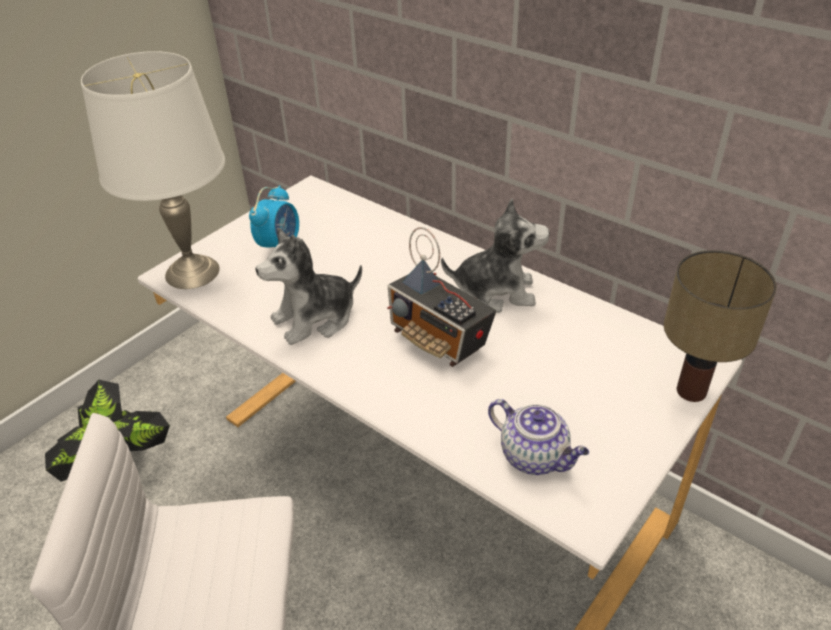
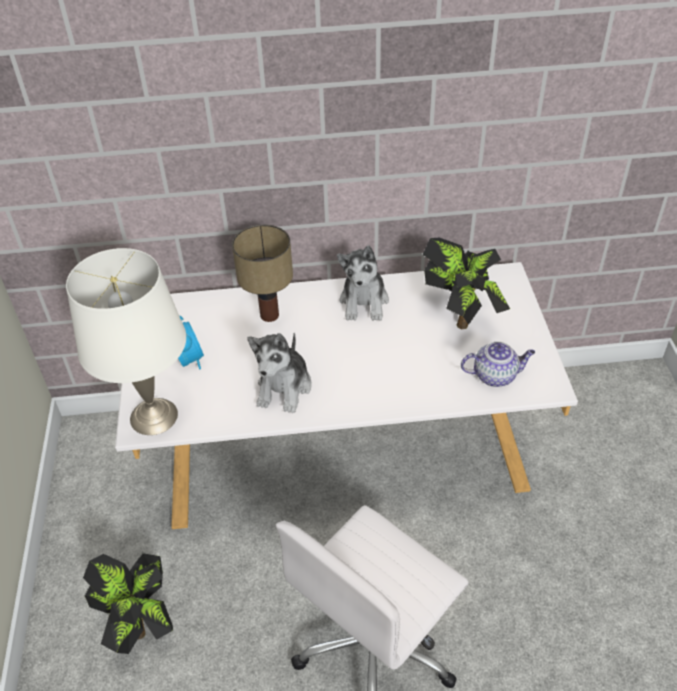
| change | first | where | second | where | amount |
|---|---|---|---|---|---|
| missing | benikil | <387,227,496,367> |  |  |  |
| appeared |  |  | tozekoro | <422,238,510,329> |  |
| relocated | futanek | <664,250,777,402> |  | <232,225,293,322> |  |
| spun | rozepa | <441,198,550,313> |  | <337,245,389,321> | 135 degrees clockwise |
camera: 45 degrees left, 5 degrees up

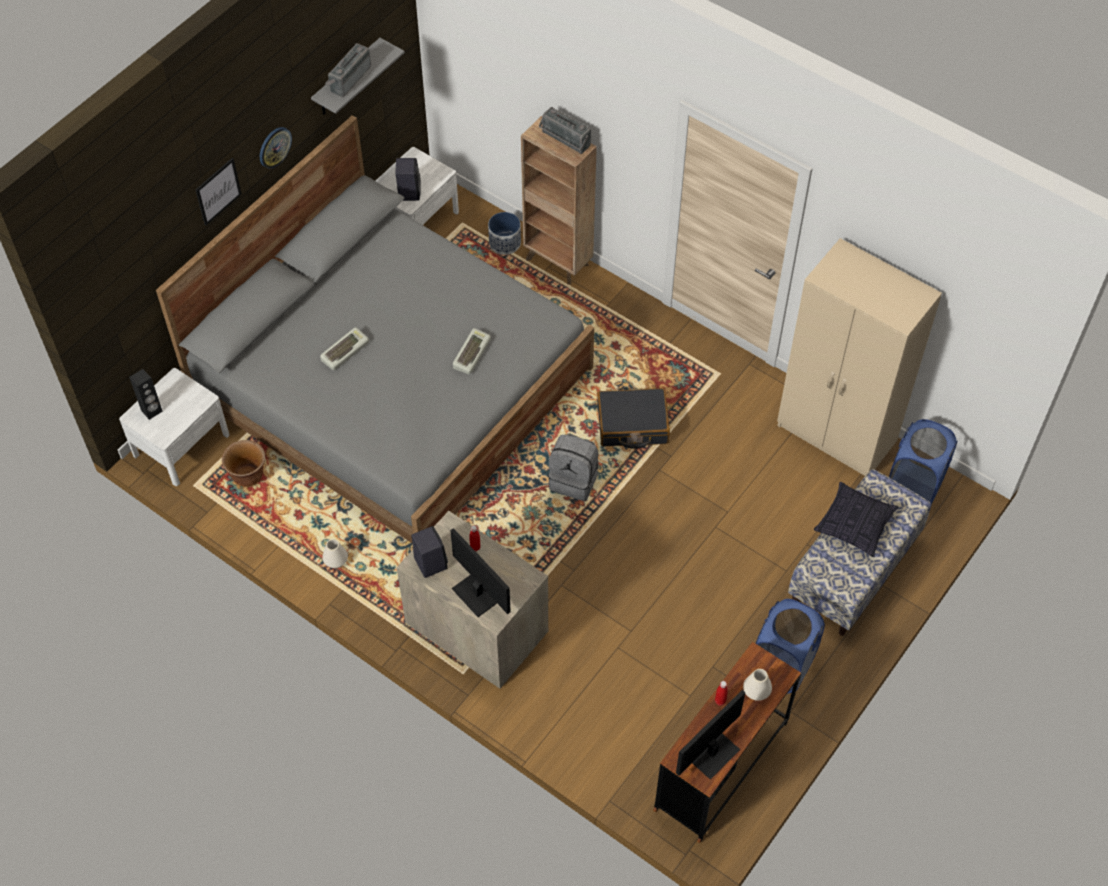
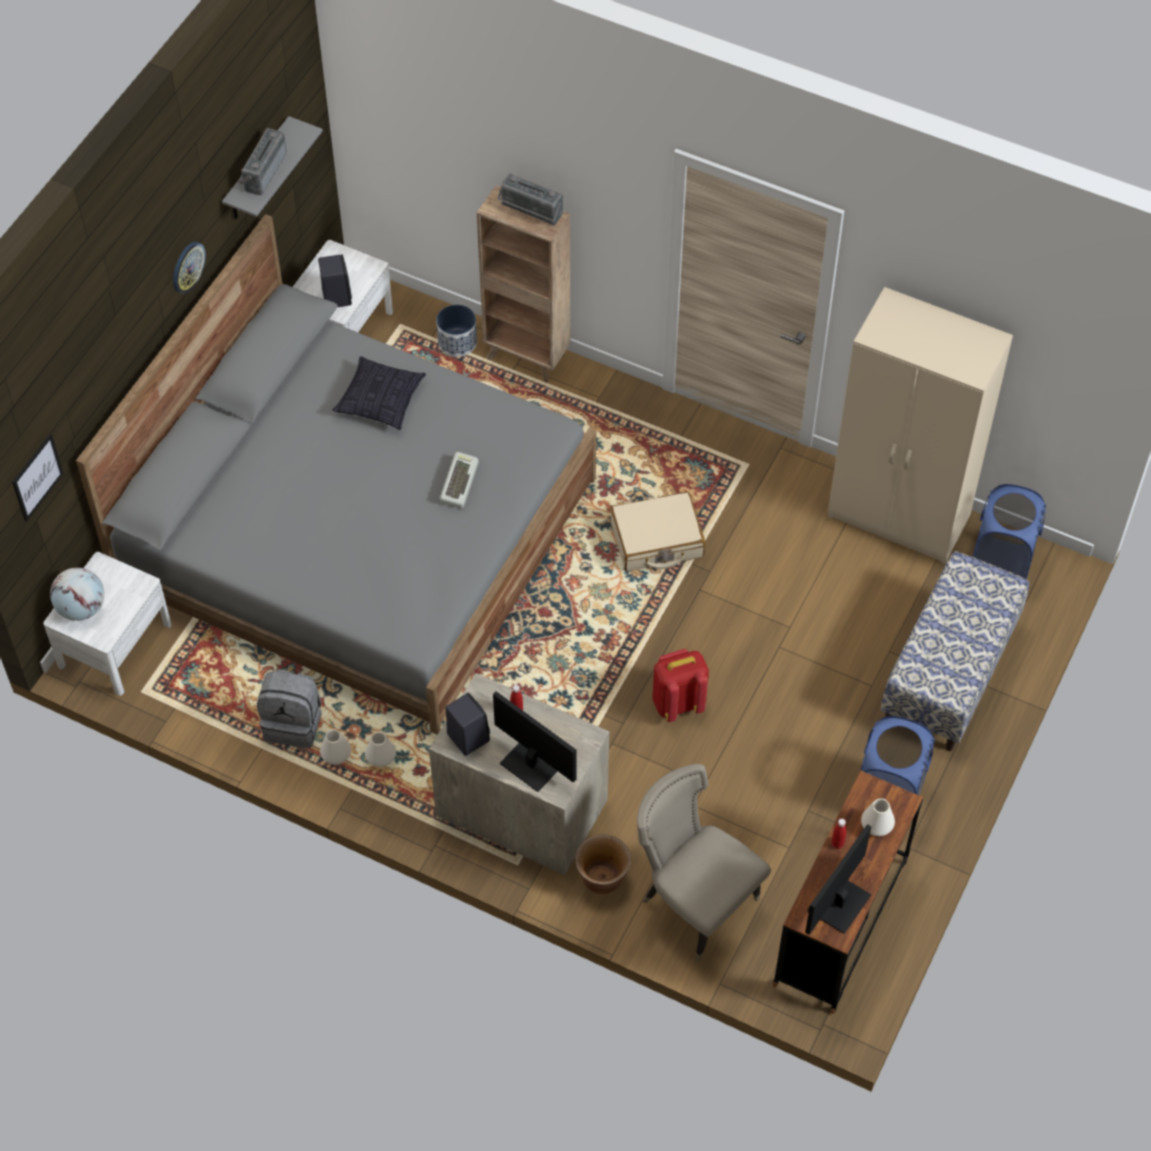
| change | first | where | second | where | amount |
|---|---|---|---|---|---|
| missing | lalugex | <320,327,369,370> |  |  |  |
| appeared |  |  | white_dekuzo | <365,732,396,767> |  |
| appeared |  |  | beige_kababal | <637,764,771,962> |  |
| appeared |  |  | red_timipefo | <652,649,709,722> |  |
| relocated | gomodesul | <196,158,242,226> |  | <12,434,63,521> |  |
| relocated | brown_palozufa | <222,440,265,487> |  | <575,834,632,894> |  |
| relocated | grey_timipefo | <548,434,599,501> |  | <257,669,322,748> |  |
| relocated | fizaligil | <814,482,898,557> |  | <333,356,426,430> |  |
| exchanged | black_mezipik | <129,369,163,420> | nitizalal | <50,568,104,621> |  |
| colour | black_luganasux | <597,388,670,449> | beige_luganasux | <610,492,705,571> |  |
camera: 10 degrees left, 0 degrees up

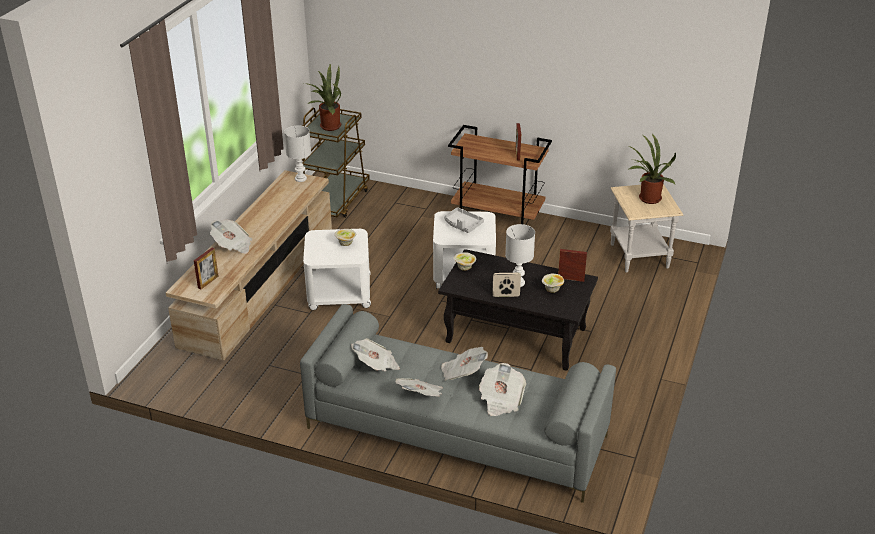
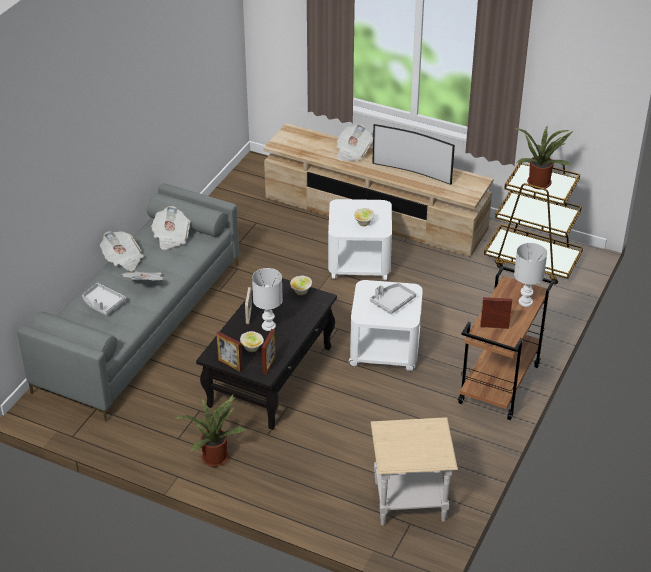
| change | first | where | second | where | amount |
|---|---|---|---|---|---|
| appeared |  |  | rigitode | <372,124,455,185> |  |
| relocated | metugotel | <194,248,219,290> |  | <216,332,243,372> |  |
| relocated | white_futanek | <284,126,311,182> |  | <514,243,547,307> |  |
| relocated | tozekoro | <628,134,676,204> |  | <174,393,248,467> |  |
| exchanged | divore | <479,363,526,416> | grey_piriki | <82,283,126,315> |  |
camera: 95 degrees right, 5 degrees up

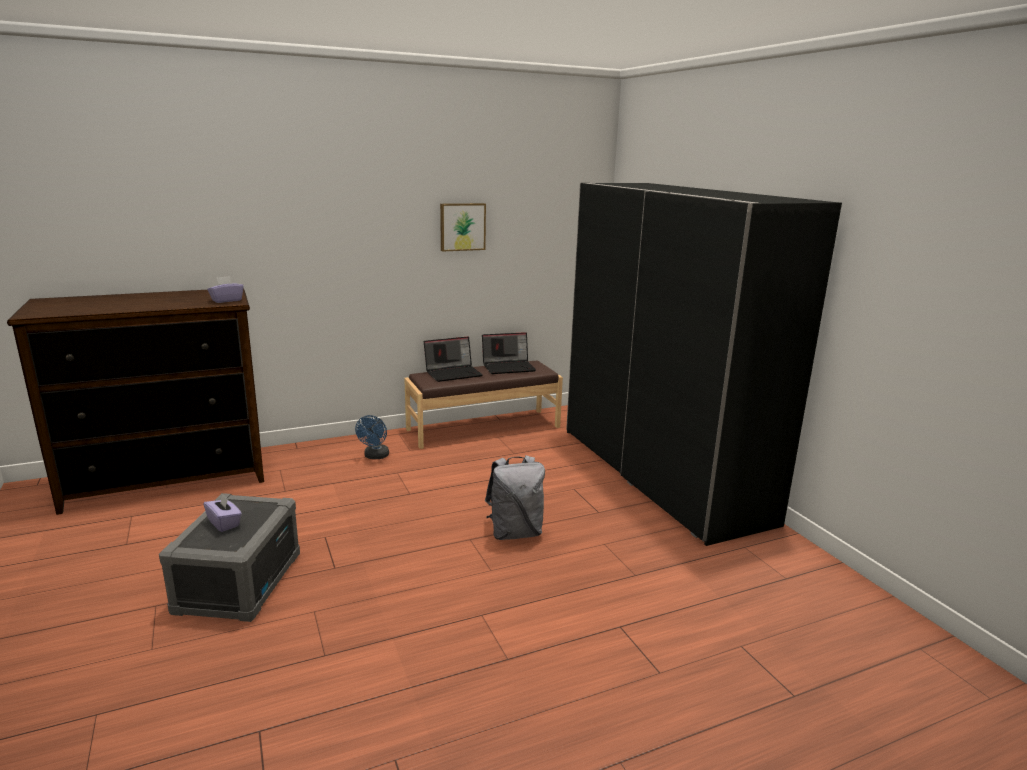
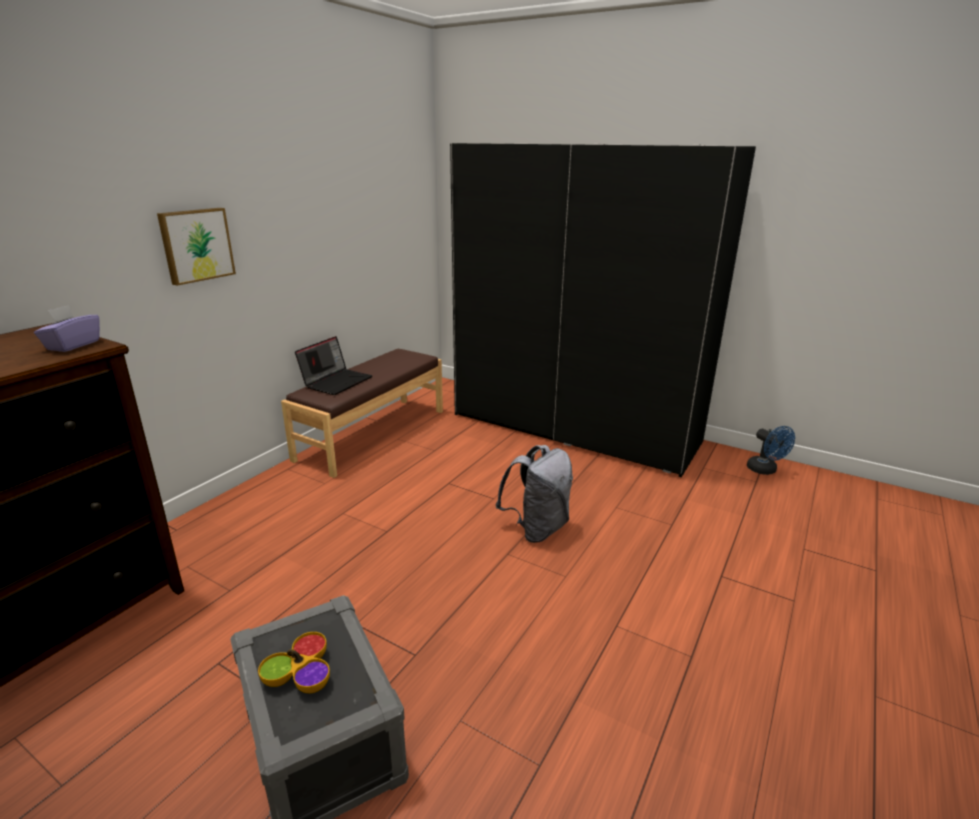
| change | first | where | second | where | amount |
|---|---|---|---|---|---|
| missing | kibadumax | <482,332,536,374> |  |  |  |
| relocated | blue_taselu | <355,415,389,459> |  | <747,426,795,475> |  |
| relocated | gomodesul | <440,203,486,251> |  | <157,208,236,286> |  |
| exchanged | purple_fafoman | <204,493,242,532> | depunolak | <258,632,330,693> |  |
camera: 35 degrees left, 5 degrees up

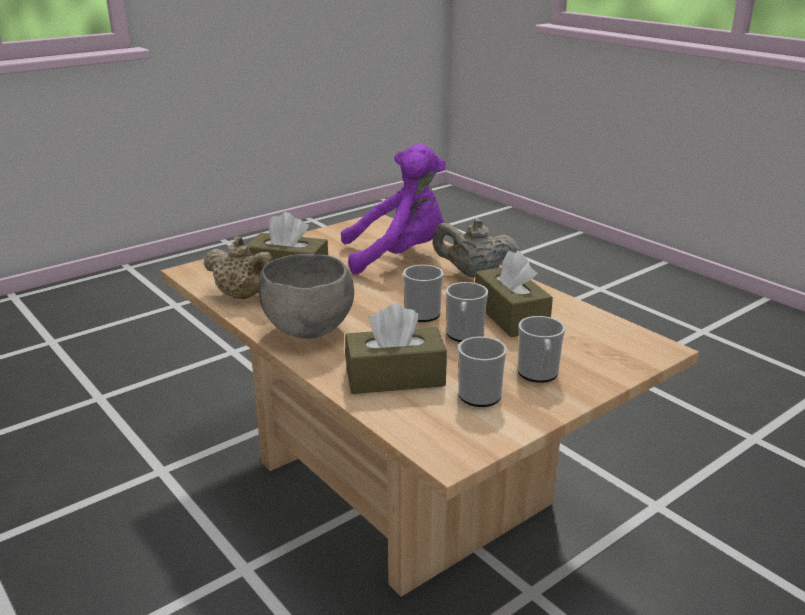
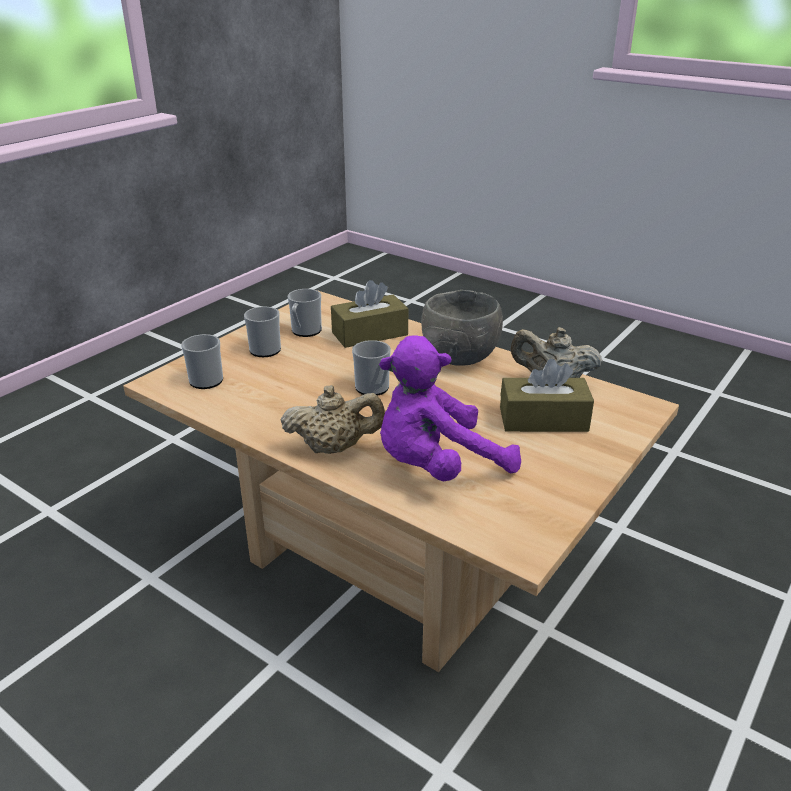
| change | first | where | second | where | amount |
|---|---|---|---|---|---|
| missing | brown_fafoman | <475,250,553,337> |  |  |  |
| relocated | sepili | <446,282,488,342> |  | <181,334,223,389> |  |
camera: 165 degrees right, 5 degrees up

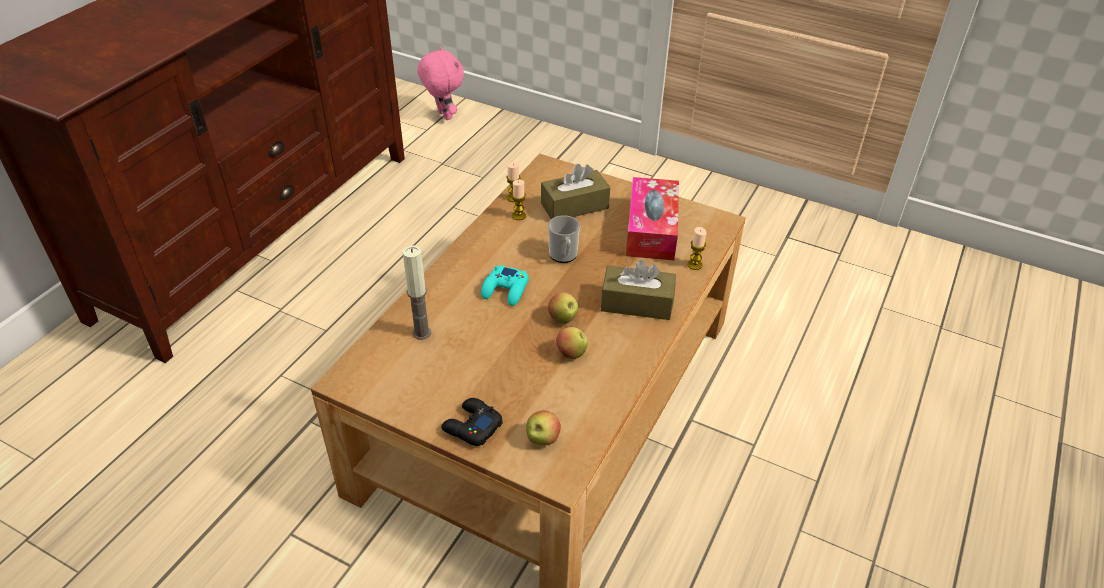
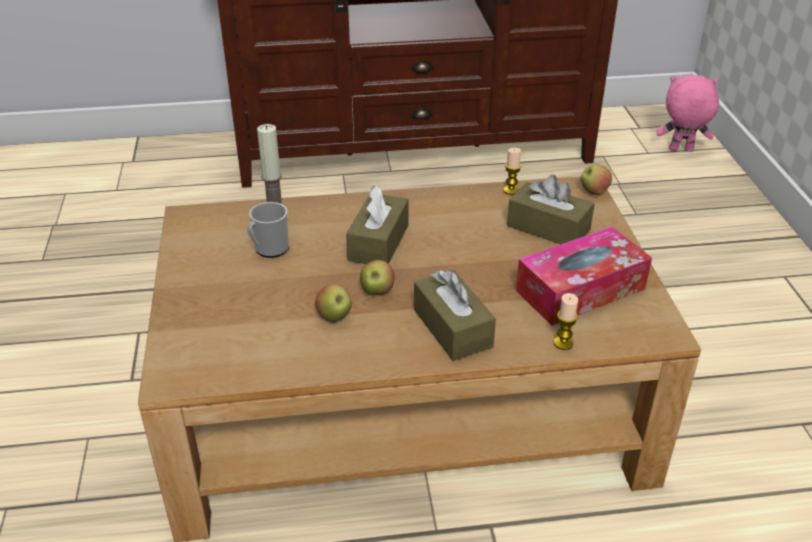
| change | first | where | second | where | amount |
|---|---|---|---|---|---|
| missing | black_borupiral | <441,398,503,446> |  |  |  |
| missing | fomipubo | <512,180,526,220> |  |  |  |
| relocated | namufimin | <526,410,561,445> |  | <581,165,612,195> |  |
| relocated | sepili | <548,215,580,263> |  | <247,202,289,258> |  |
| exchanged | turquoise_borupiral | <481,265,529,306> | brown_fafoman | <346,186,409,264> |  |
| spun | pink_rozepa | <417,47,464,120> |  | <656,75,719,152> | 105 degrees counterclockwise |
camera: 55 degrees right, 5 degrees down

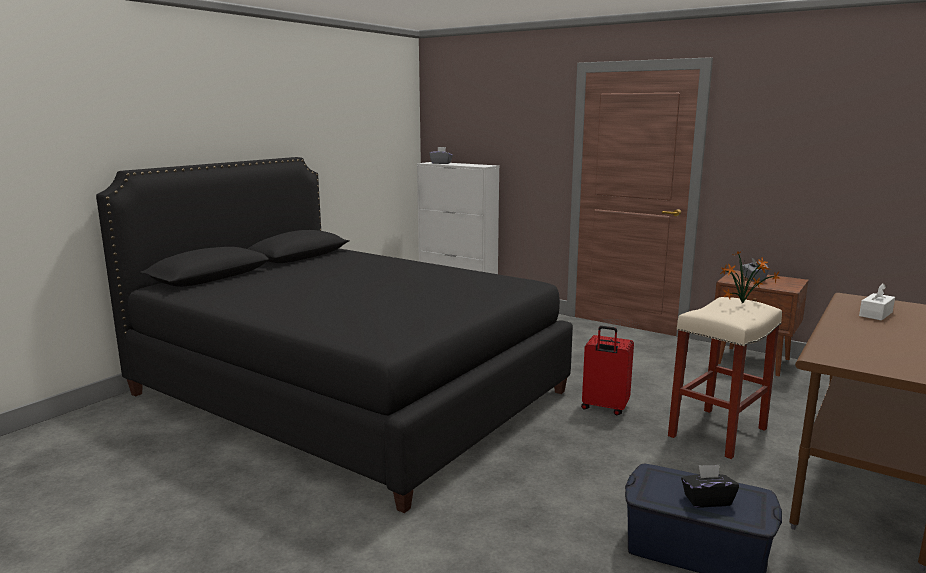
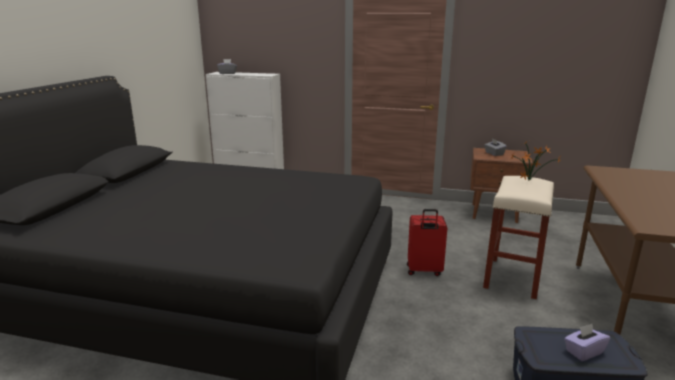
| change | first | where | second | where | amount |
|---|---|---|---|---|---|
| missing | white_fafoman | <859,283,895,321> |  |  |  |
| colour | black_fafoman | <681,465,739,508> | purple_fafoman | <564,324,610,361> |  |
camera: 20 degrees left, 5 degrees up

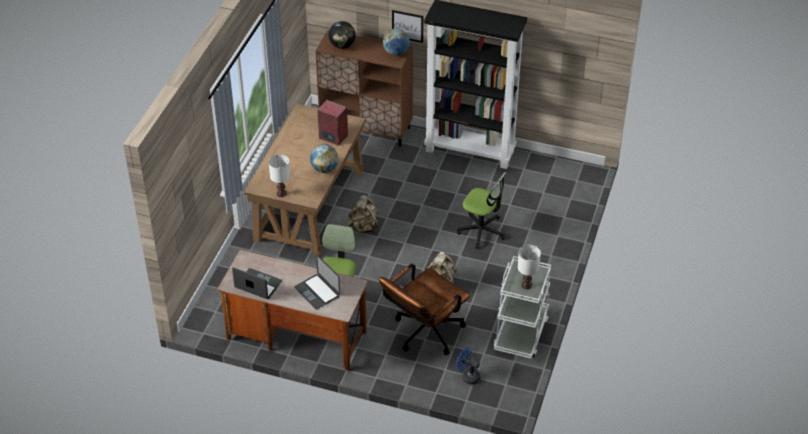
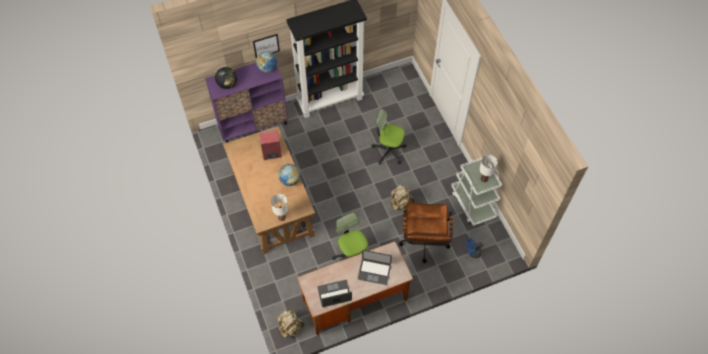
| change | first | where | second | where | amount |
|---|---|---|---|---|---|
| relocated | beige_timipefo | <348,195,377,234> |  | <278,309,304,338> |  |
| colour | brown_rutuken | <315,30,413,146> | purple_rutuken | <205,63,288,143> |  |
| spun | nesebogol | <457,172,506,249> |  | <371,109,407,164> | 150 degrees counterclockwise |
camera: 40 degrees left, 15 degrees up

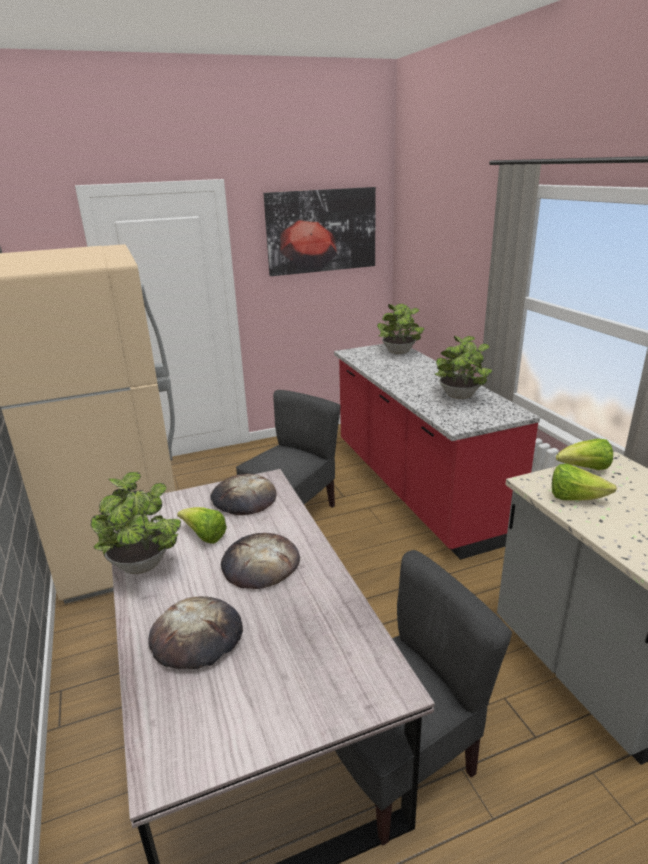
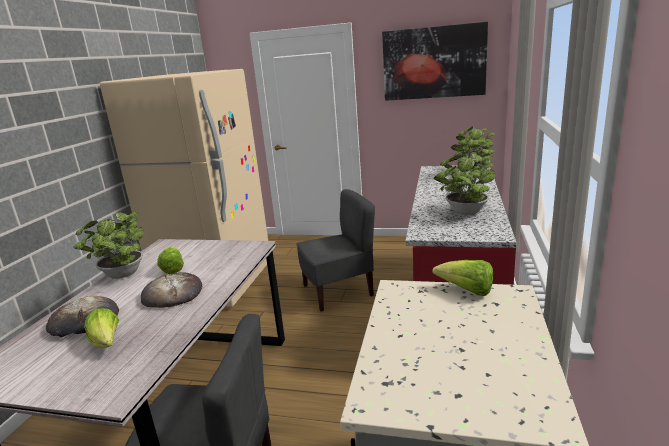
| change | first | where | second | where | amount |
|---|---|---|---|---|---|
| missing | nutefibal | <210,474,276,515> |  |  |  |
| relocated | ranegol | <552,464,617,500> |  | <84,308,119,348> |  |
camera: 35 degrees right, 5 degrees down

